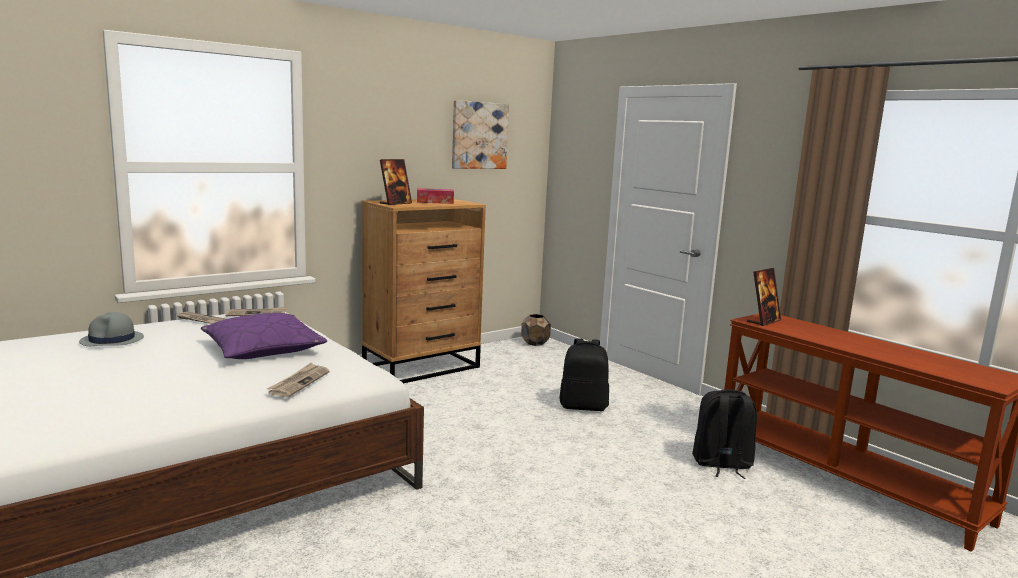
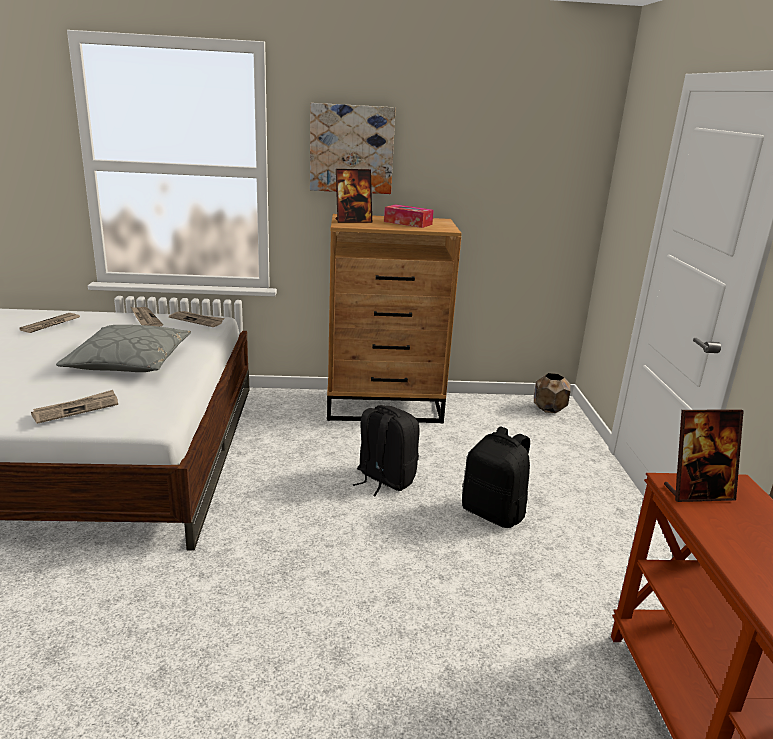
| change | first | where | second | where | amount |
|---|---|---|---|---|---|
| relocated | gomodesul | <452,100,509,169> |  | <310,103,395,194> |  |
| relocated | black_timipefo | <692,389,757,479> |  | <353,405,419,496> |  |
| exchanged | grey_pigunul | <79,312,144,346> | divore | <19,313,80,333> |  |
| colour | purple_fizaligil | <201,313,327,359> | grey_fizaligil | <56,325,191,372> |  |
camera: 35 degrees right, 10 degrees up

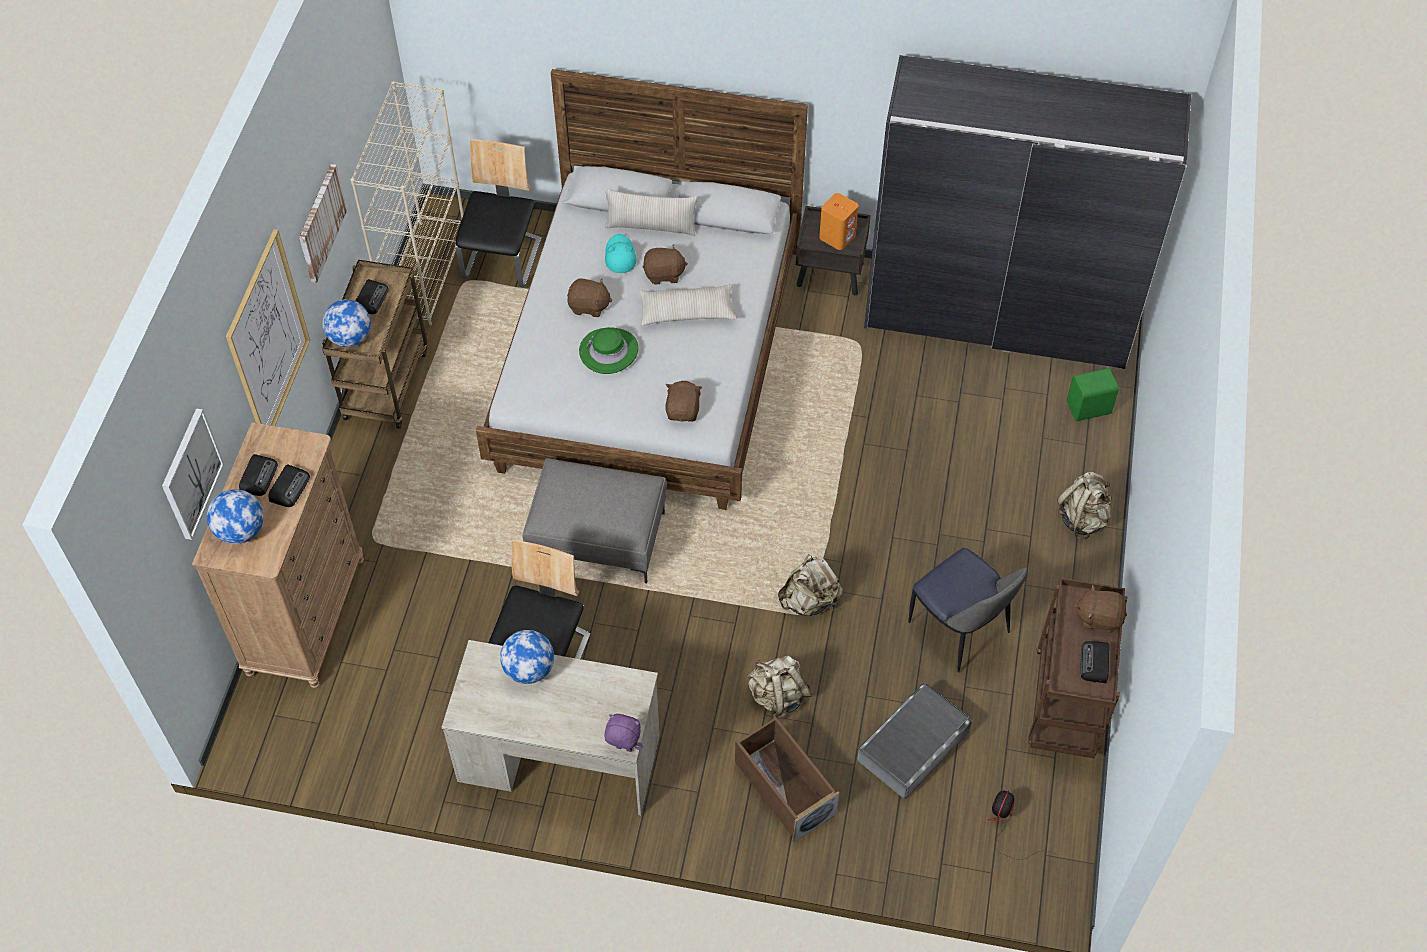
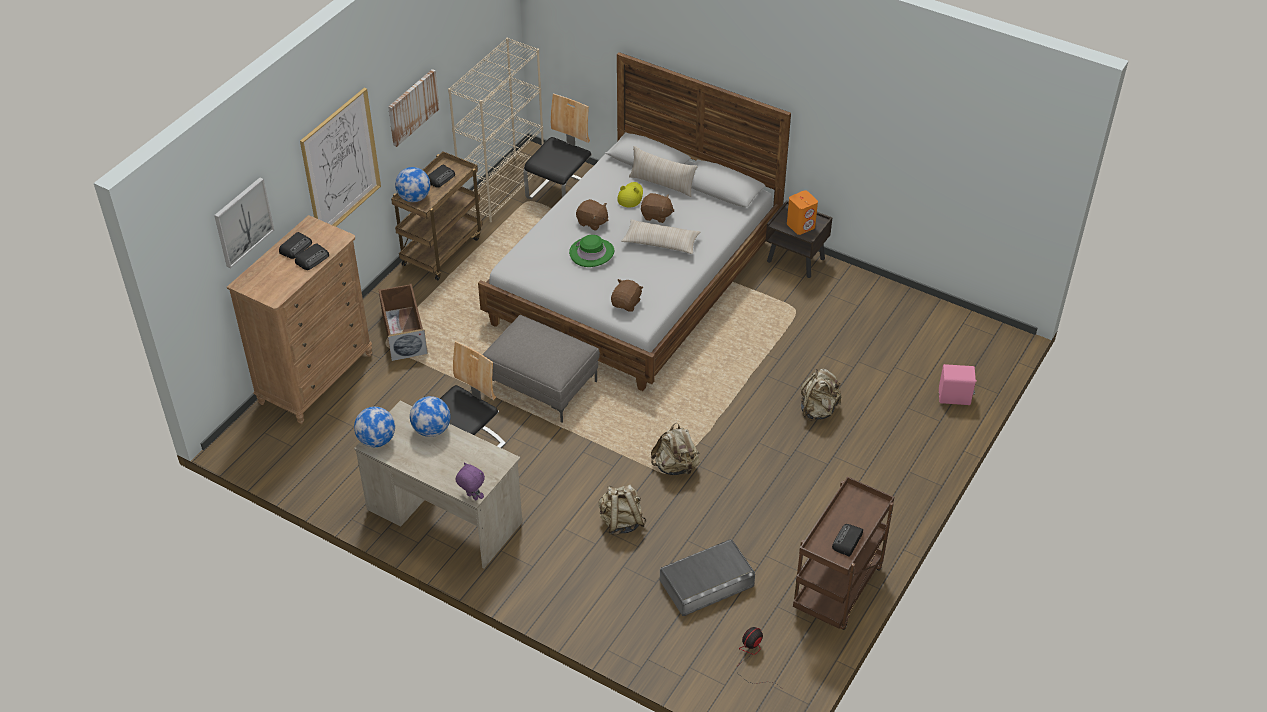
| change | first | where | second | where | amount |
|---|---|---|---|---|---|
| missing | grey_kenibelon | <864,55,1191,369> |  |  |  |
| missing | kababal | <909,548,1028,673> |  |  |  |
| missing | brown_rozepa | <1074,585,1127,633> |  |  |  |
| relocated | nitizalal | <207,489,263,544> |  | <354,407,395,447> |  |
| relocated | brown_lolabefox | <735,716,840,842> |  | <378,283,428,361> |  |
| relocated | beige_timipefo | <1057,472,1112,539> |  | <801,369,841,421> |  |
| colour | turquoise_pigunul | <605,234,637,273> | yellow_pigunul | <617,182,643,207> |  |
| colour | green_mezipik | <1067,368,1119,421> | pink_mezipik | <939,364,977,405> |  |
camera: 20 degrees right, 10 degrees down

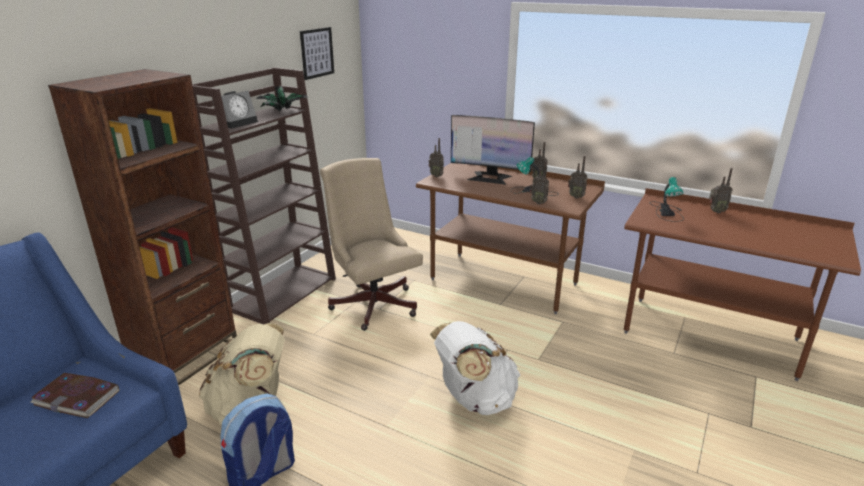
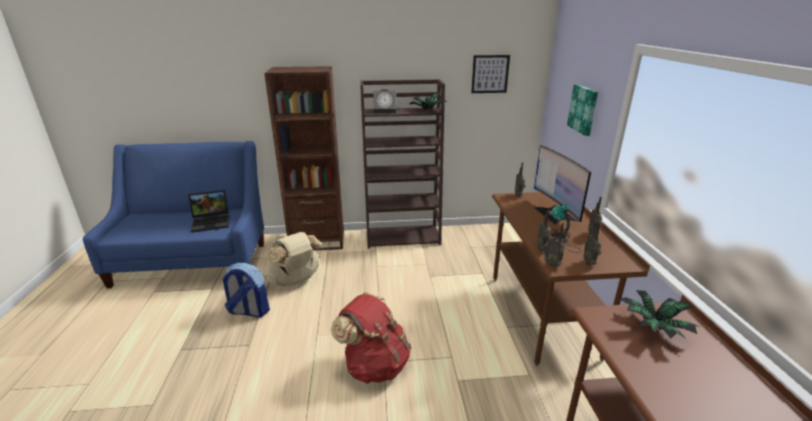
| change | first | where | second | where | amount |
|---|---|---|---|---|---|
| missing | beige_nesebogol | <320,158,423,331> |  |  |  |
| appeared |  |  | gomodesul | <567,84,598,136> |  |
| relocated | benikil | <709,168,733,213> |  | <543,223,565,267> |  |
| exchanged | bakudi | <31,373,120,418> | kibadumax | <188,190,229,233> |  |
| exchanged | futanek | <650,177,684,222> | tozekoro | <619,290,700,339> |  |
| colour | white_timipefo | <430,321,520,415> | red_timipefo | <331,292,412,384> |  |
camera: 55 degrees right, 0 degrees up

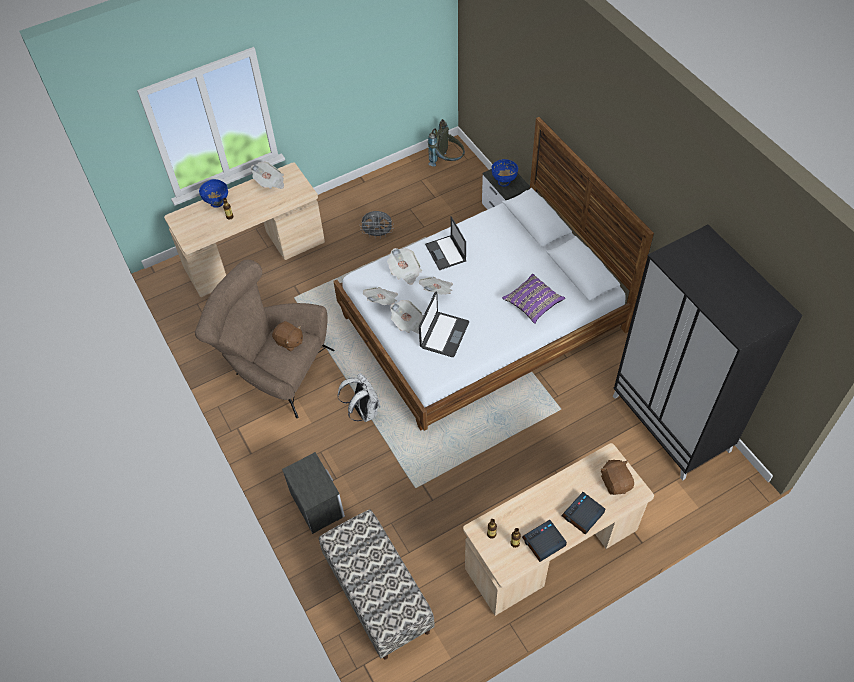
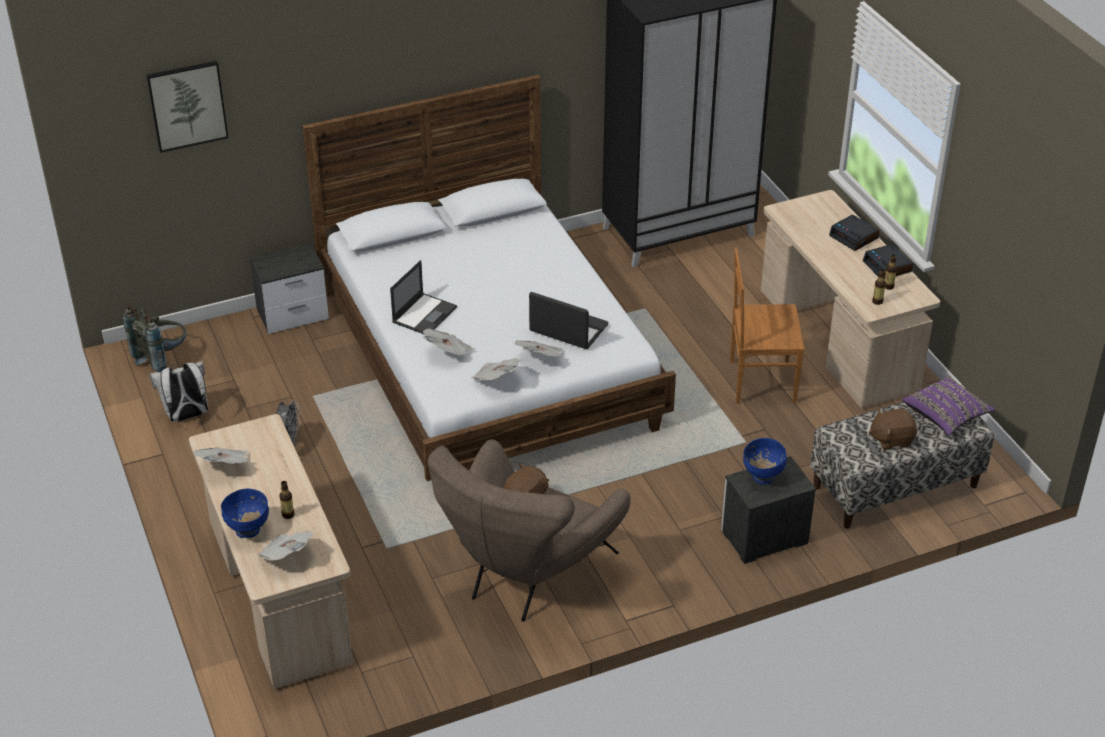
| change | first | where | second | where | amount |
|---|---|---|---|---|---|
| appeared |  |  | gomodesul | <147,61,228,152> |  |
| appeared |  |  | brown_kababal | <730,248,805,404> |  |
| relocated | white_timipefo | <338,373,380,422> |  | <150,361,208,422> |  |
| relocated | divore | <419,277,453,295> |  | <257,531,314,561> |  |
| relocated | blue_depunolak | <491,159,518,186> |  | <743,438,787,485> |  |
| relocated | purple_fizaligil | <502,274,565,324> |  | <902,375,995,435> |  |
| relocated | brown_rozepa | <601,460,634,495> |  | <869,409,917,450> |  |
| spun | kibadumax | <425,216,466,270> |  | <390,260,457,334> | 45 degrees counterclockwise |
camera: 85 degrees left, 15 degrees down

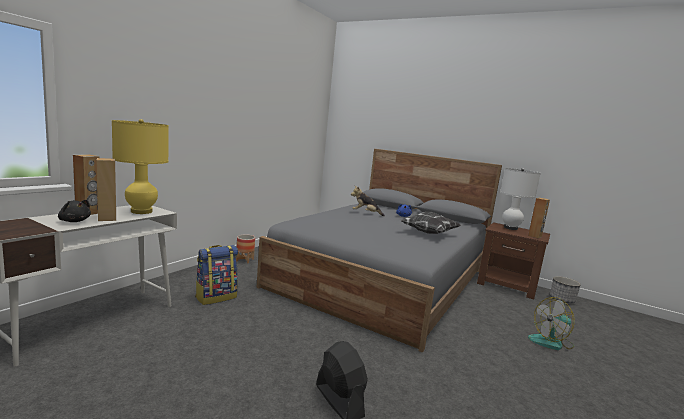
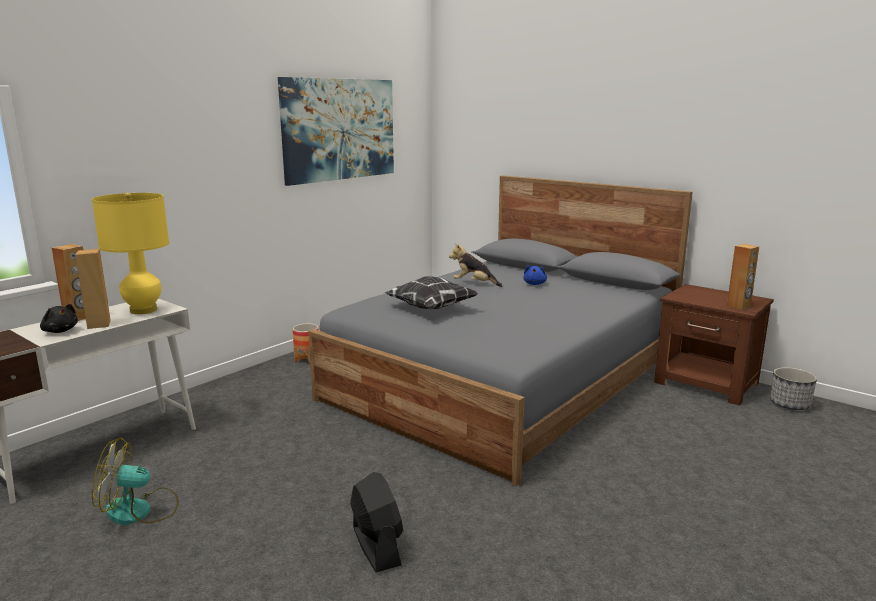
| change | first | where | second | where | amount |
|---|---|---|---|---|---|
| missing | timipefo | <195,245,238,305> |  |  |  |
| missing | white_futanek | <500,168,541,230> |  |  |  |
| appeared |  |  | gomodesul | <278,77,394,186> |  |
| relocated | fizaligil | <400,212,460,234> |  | <385,276,478,309> |  |
| relocated | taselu | <528,297,575,350> |  | <92,438,179,525> |  |
camera: 10 degrees right, 5 degrees up

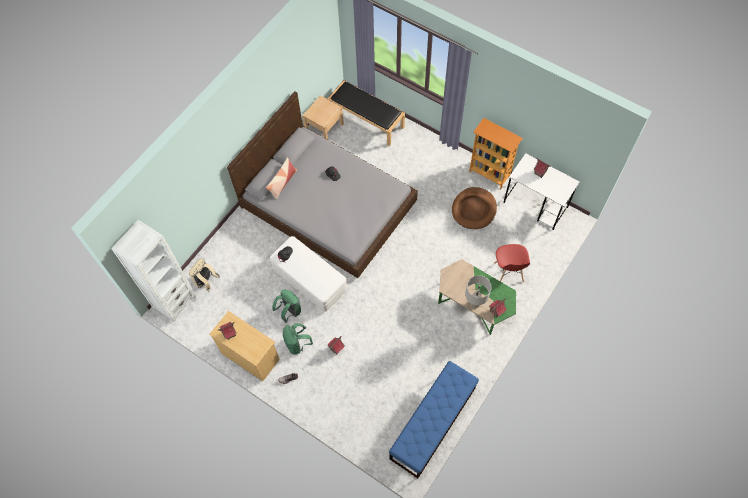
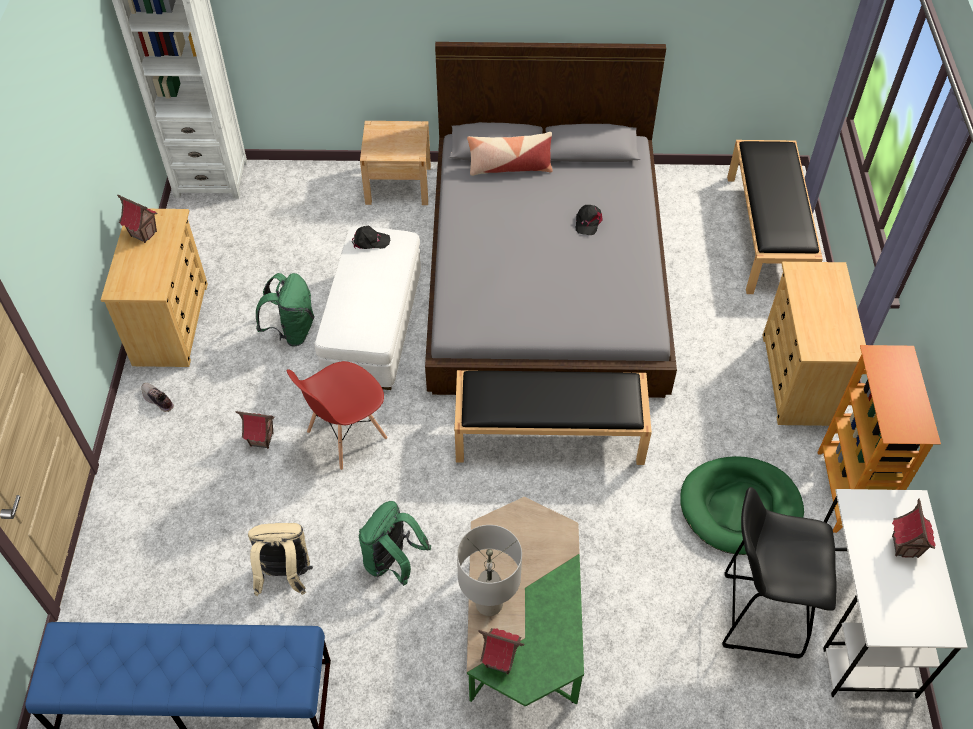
| change | first | where | second | where | amount |
|---|---|---|---|---|---|
| appeared |  |  | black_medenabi | <454,370,652,465> |  |
| appeared |  |  | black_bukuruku | <722,487,837,659> |  |
| appeared |  |  | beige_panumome | <762,262,866,426> |  |
| relocated | beige_timipefo | <189,259,220,292> |  | <248,523,313,596> |  |
| relocated | green_timipefo | <283,323,313,355> |  | <359,501,431,586> |  |
| relocated | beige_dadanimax | <302,95,344,140> |  | <360,121,431,205> |  |
| relocated | red_kababal | <494,244,530,282> |  | <287,361,387,470> |  |
| colour | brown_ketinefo | <452,187,497,229> | green_ketinefo | <680,456,804,555> |  |
camera: 55 degrees right, 10 degrees down

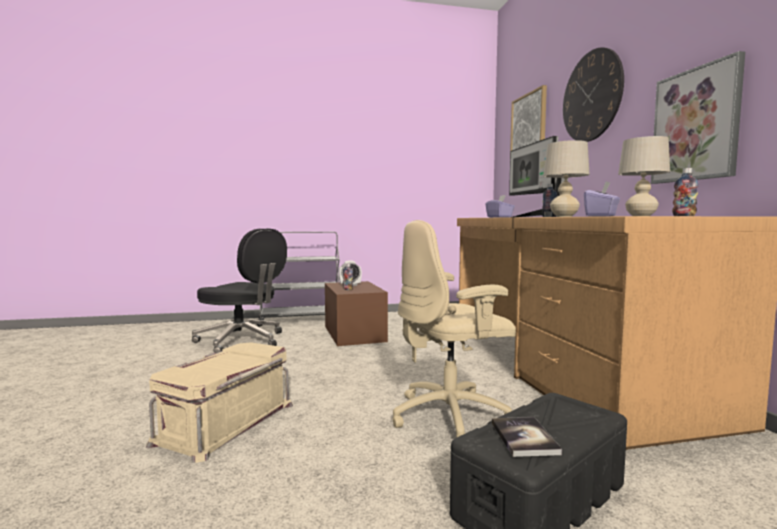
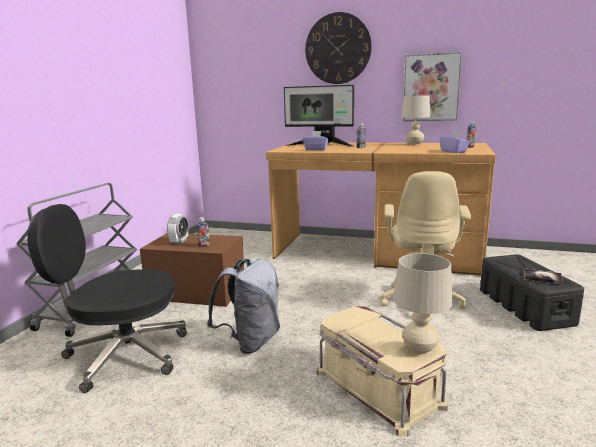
| change | first | where | second | where | amount |
|---|---|---|---|---|---|
| missing | gomodesul | <510,85,547,151> |  |  |  |
| appeared |  |  | grey_timipefo | <207,258,280,354> |  |
| relocated | beige_futanek | <543,140,590,217> |  | <393,253,453,354> |  |
| spun | black_nesebogol | <192,228,287,353> |  | <27,204,187,393> | 150 degrees counterclockwise |
camera: 60 degrees left, 10 degrees up

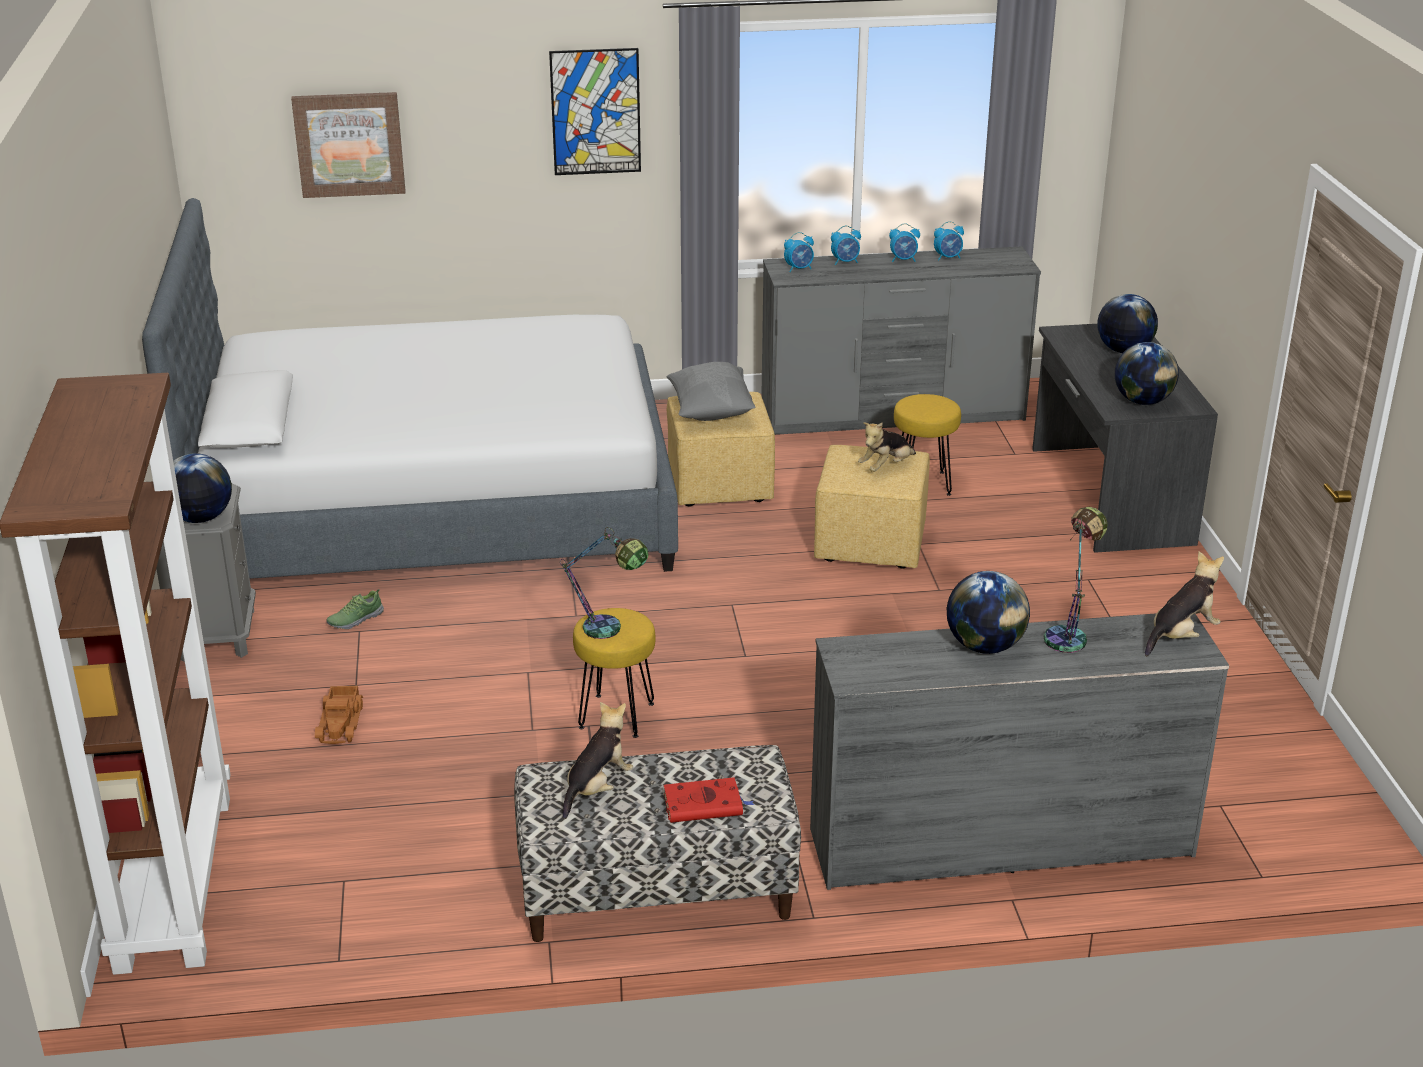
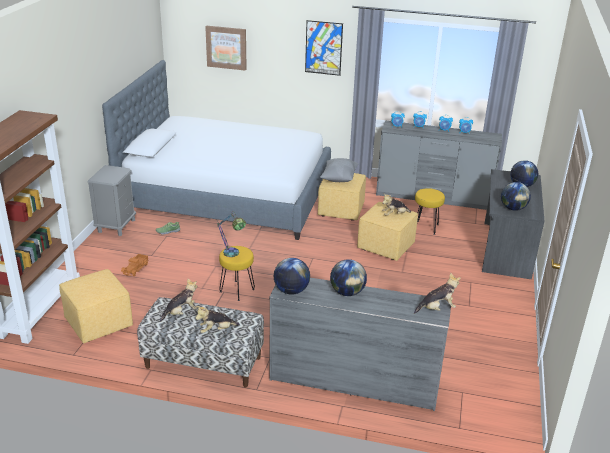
| change | first | where | second | where | amount |
|---|---|---|---|---|---|
| missing | futanek | <1044,507,1107,653> |  |  |  |
| appeared |  |  | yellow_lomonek | <59,269,133,343> |  |
| relocated | nitizalal | <173,454,232,523> |  | <274,258,310,295> |  |
| exchanged | red_bakudi | <664,777,755,823> | rozepa | <195,306,240,333> |  |
camera: 20 degrees right, 0 degrees up

